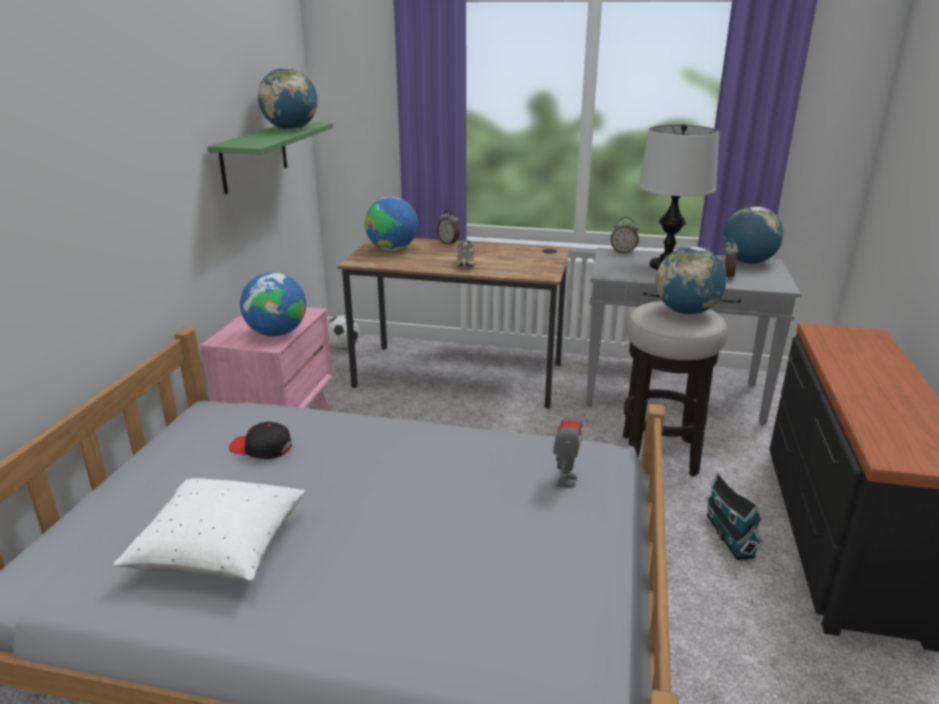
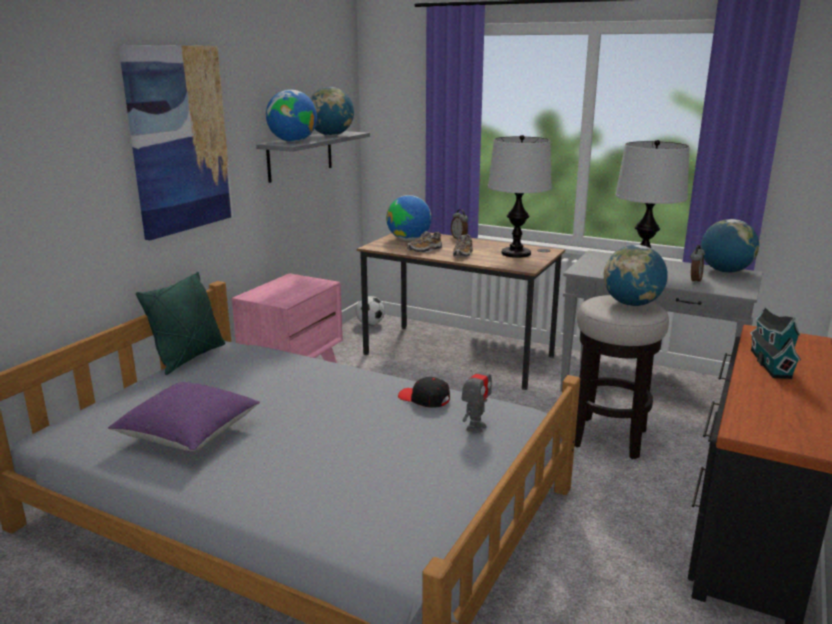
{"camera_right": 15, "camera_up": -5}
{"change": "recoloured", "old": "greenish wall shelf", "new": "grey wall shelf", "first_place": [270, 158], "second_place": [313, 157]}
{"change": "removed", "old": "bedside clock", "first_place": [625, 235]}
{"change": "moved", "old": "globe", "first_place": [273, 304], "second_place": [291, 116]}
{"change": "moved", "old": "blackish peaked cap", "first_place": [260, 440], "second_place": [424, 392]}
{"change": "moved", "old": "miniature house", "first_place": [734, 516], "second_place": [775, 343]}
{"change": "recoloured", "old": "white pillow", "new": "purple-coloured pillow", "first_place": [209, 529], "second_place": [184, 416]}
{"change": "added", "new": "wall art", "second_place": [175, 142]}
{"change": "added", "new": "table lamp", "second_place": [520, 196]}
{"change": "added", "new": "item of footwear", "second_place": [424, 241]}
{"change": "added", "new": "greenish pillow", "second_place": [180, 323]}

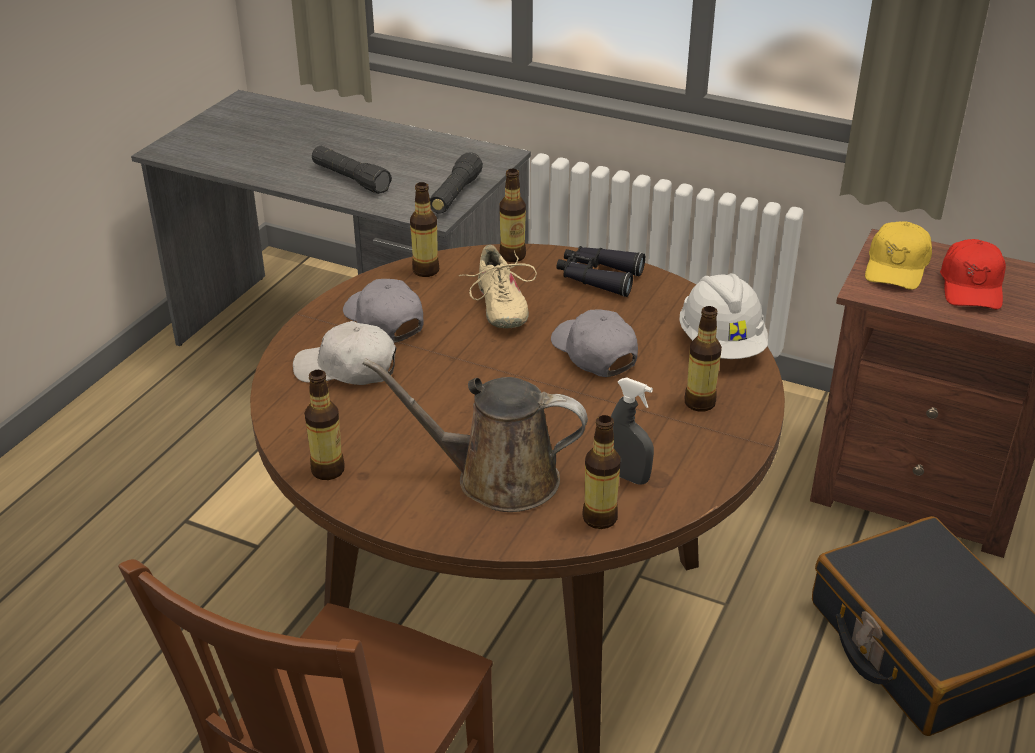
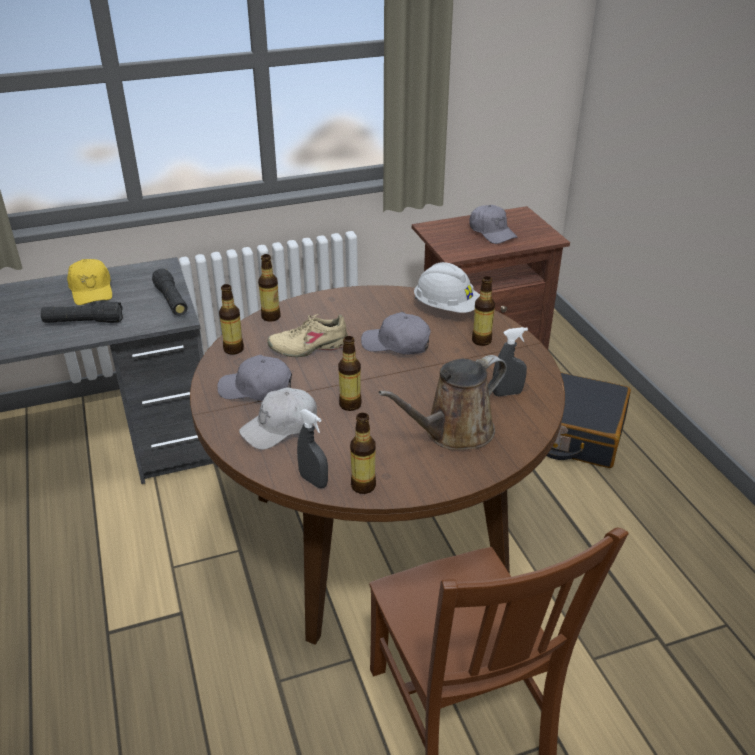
{"camera_right": -45, "camera_up": 0}
{"change": "moved", "old": "yellowish peaked cap", "first_place": [898, 255], "second_place": [89, 282]}
{"change": "recoloured", "old": "red-coloured peaked cap", "new": "grey peaked cap", "first_place": [973, 274], "second_place": [493, 224]}
{"change": "turned", "old": "beige item of footwear", "first_place": [498, 286], "second_place": [307, 335], "degrees": 135}
{"change": "removed", "old": "blackish pair of binoculars", "first_place": [601, 271]}
{"change": "moved", "old": "bottle", "first_place": [601, 472], "second_place": [350, 373]}
{"change": "added", "new": "grey spray bottle", "second_place": [312, 448]}

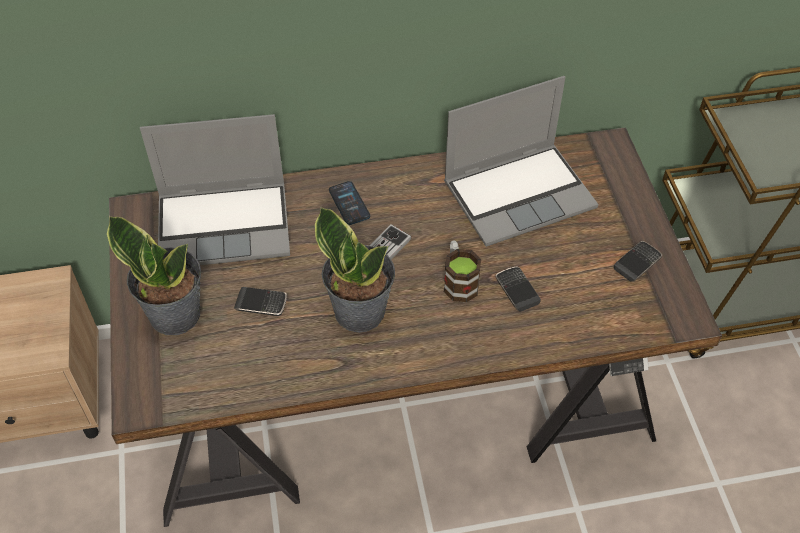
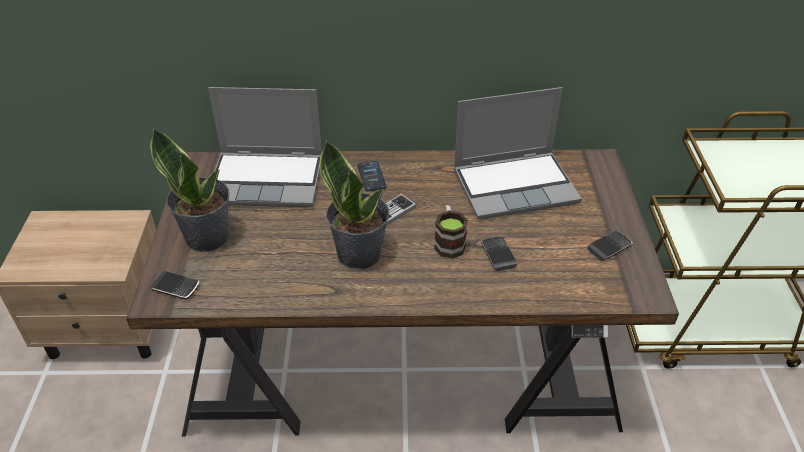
{"camera_right": 10, "camera_up": -10}
{"change": "moved", "old": "phone", "first_place": [260, 301], "second_place": [175, 285]}

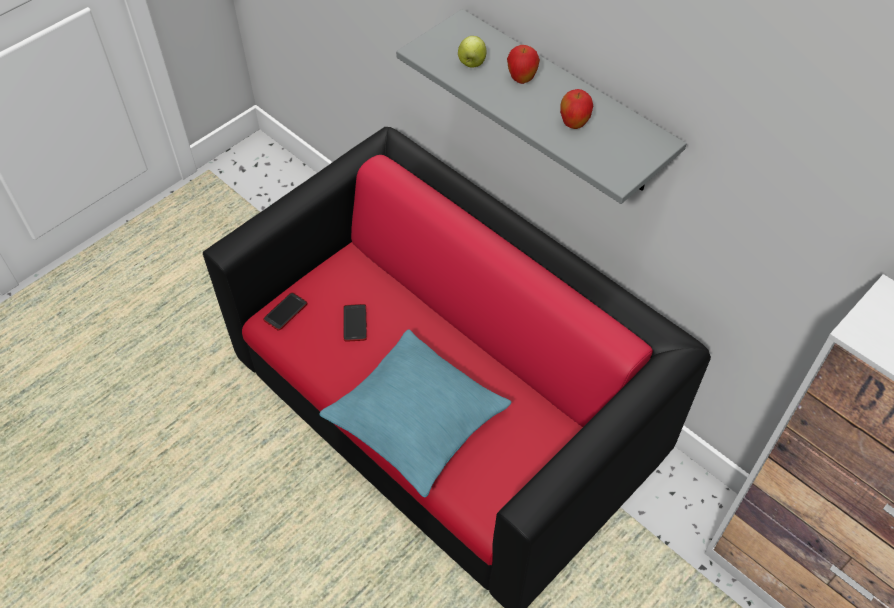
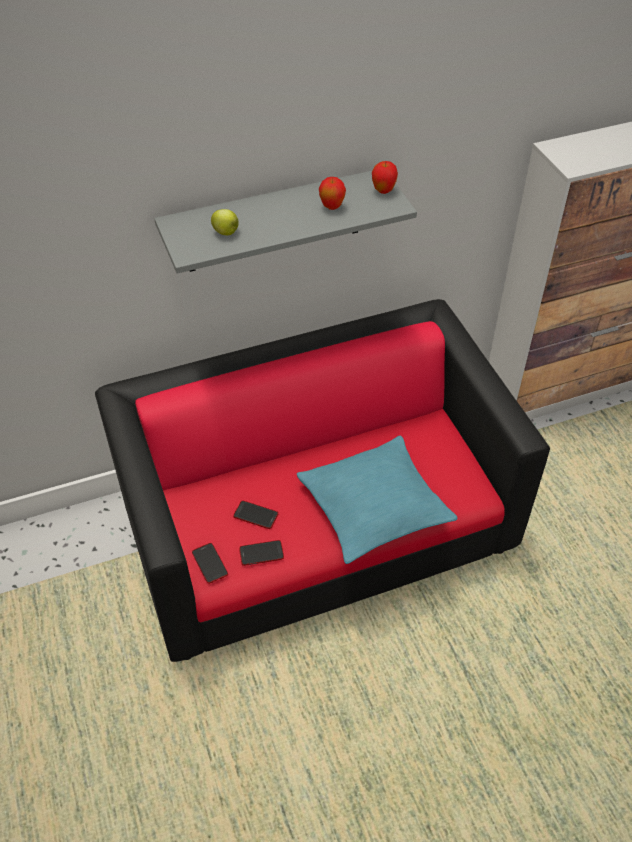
{"camera_right": -65, "camera_up": -5}
{"change": "moved", "old": "apple", "first_place": [523, 64], "second_place": [385, 177]}
{"change": "added", "new": "phone", "second_place": [261, 553]}

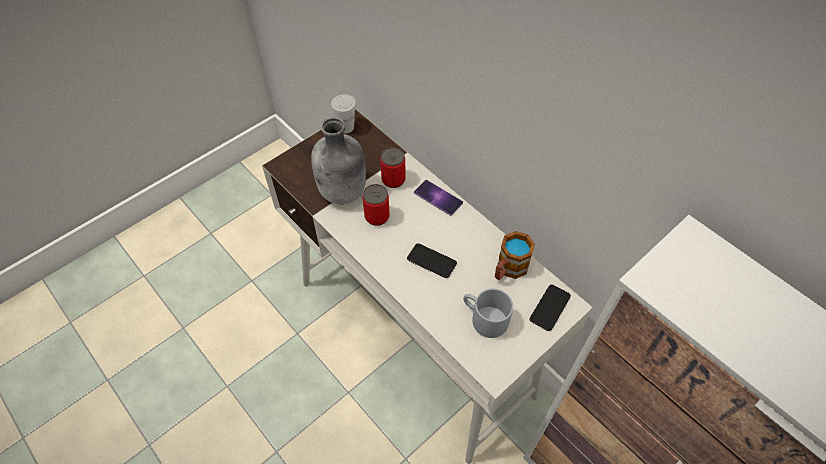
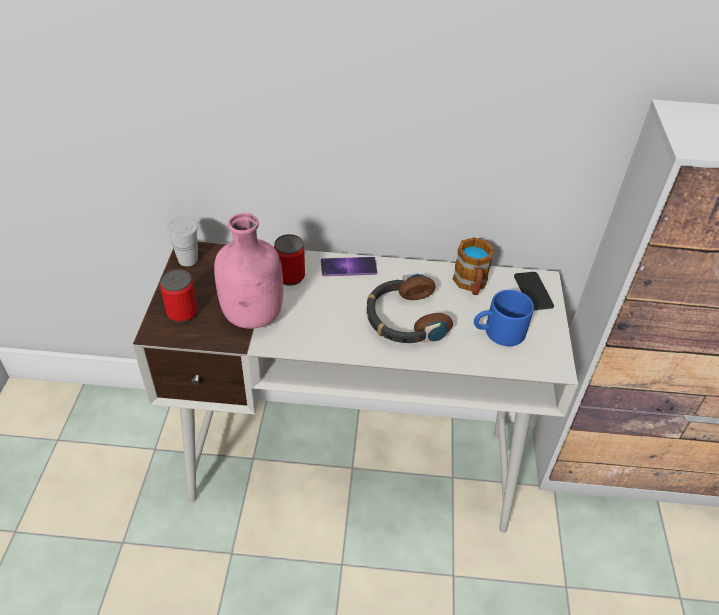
{"camera_right": -45, "camera_up": -10}
{"change": "recoloured", "old": "grey bottle", "new": "pink bottle", "first_place": [338, 160], "second_place": [248, 271]}
{"change": "moved", "old": "metal can", "first_place": [376, 205], "second_place": [179, 296]}
{"change": "replaced", "old": "phone", "new": "pair of headphones", "first_place": [432, 261], "second_place": [410, 308]}
{"change": "recoloured", "old": "grey tea mug", "new": "blue-coloured tea mug", "first_place": [488, 313], "second_place": [504, 318]}

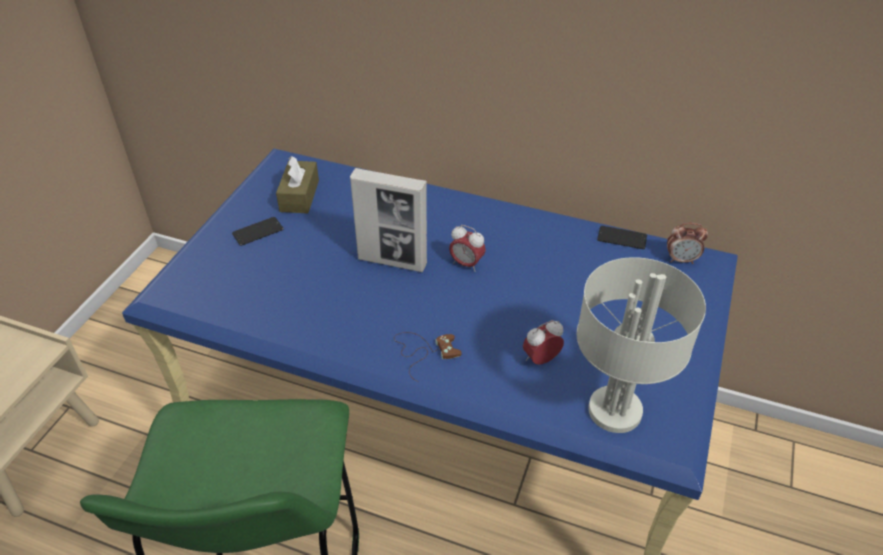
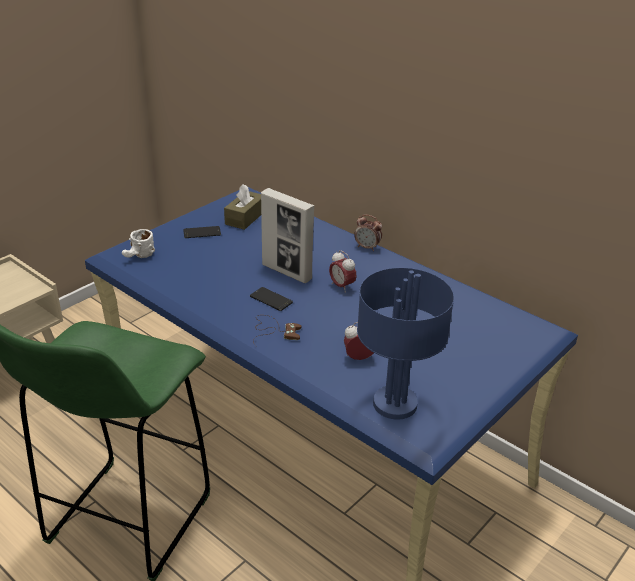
{"camera_right": 20, "camera_up": -10}
{"change": "moved", "old": "bedside clock", "first_place": [687, 243], "second_place": [368, 233]}
{"change": "moved", "old": "phone", "first_place": [622, 237], "second_place": [271, 299]}
{"change": "recoloured", "old": "grey table lamp", "new": "blue-coloured table lamp", "first_place": [641, 345], "second_place": [405, 344]}
{"change": "added", "new": "white tea mug", "second_place": [138, 243]}

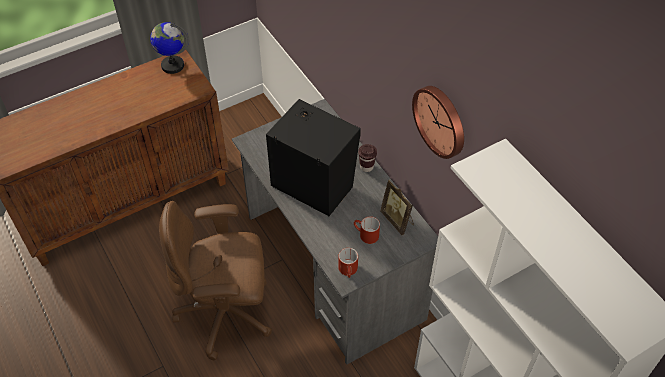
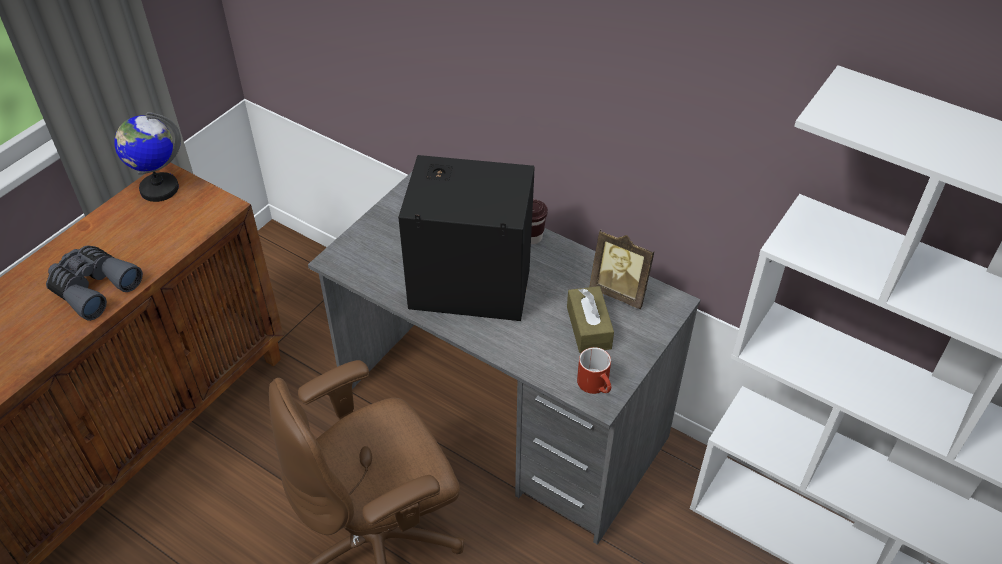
{"camera_right": -25, "camera_up": -5}
{"change": "removed", "old": "wall clock", "first_place": [438, 122]}
{"change": "replaced", "old": "red-coloured tea mug", "new": "brownish box of tissues", "first_place": [367, 230], "second_place": [590, 319]}
{"change": "added", "new": "grey pair of binoculars", "second_place": [94, 283]}

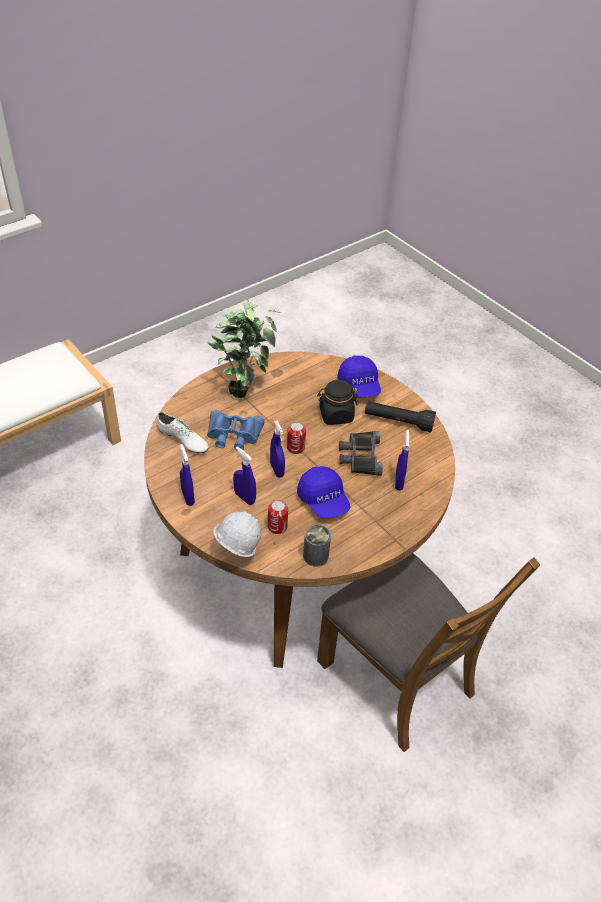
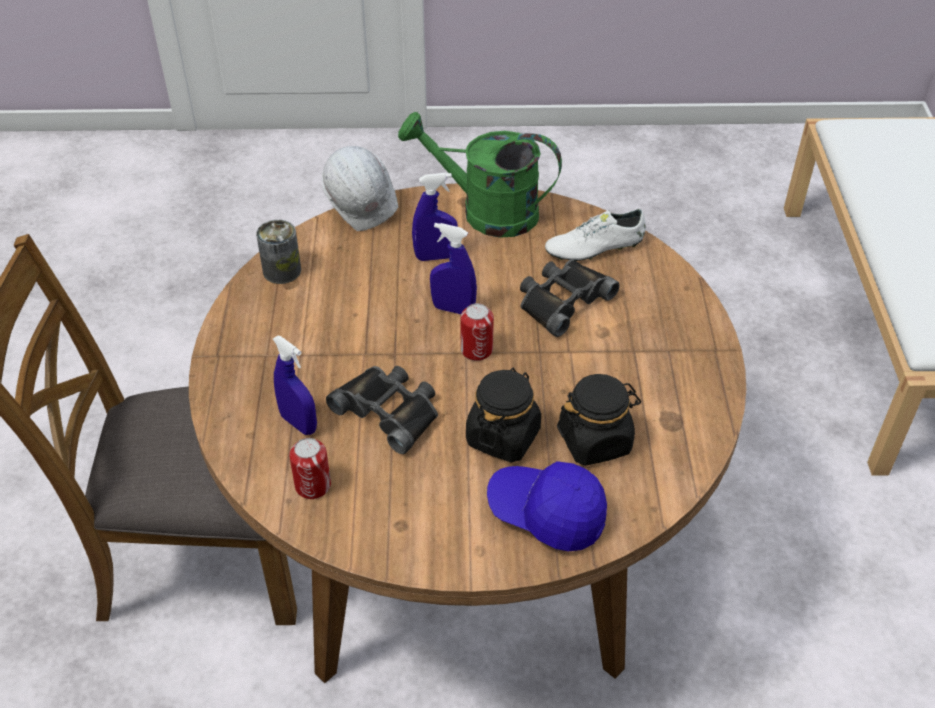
{"camera_right": 130, "camera_up": 0}
{"change": "removed", "old": "plant in a pot", "first_place": [243, 348]}
{"change": "removed", "old": "blackish flashlight", "first_place": [400, 416]}
{"change": "recoloured", "old": "blue-coloured pair of binoculars", "new": "blackish pair of binoculars", "first_place": [236, 430], "second_place": [570, 298]}
{"change": "replaced", "old": "blue-coloured spray bottle", "new": "greenish watering can", "first_place": [187, 475], "second_place": [480, 175]}
{"change": "removed", "old": "blue-coloured peaked cap", "first_place": [324, 492]}
{"change": "moved", "old": "metal can", "first_place": [278, 517], "second_place": [310, 468]}
{"change": "added", "new": "blackish preserve jar", "second_place": [599, 420]}

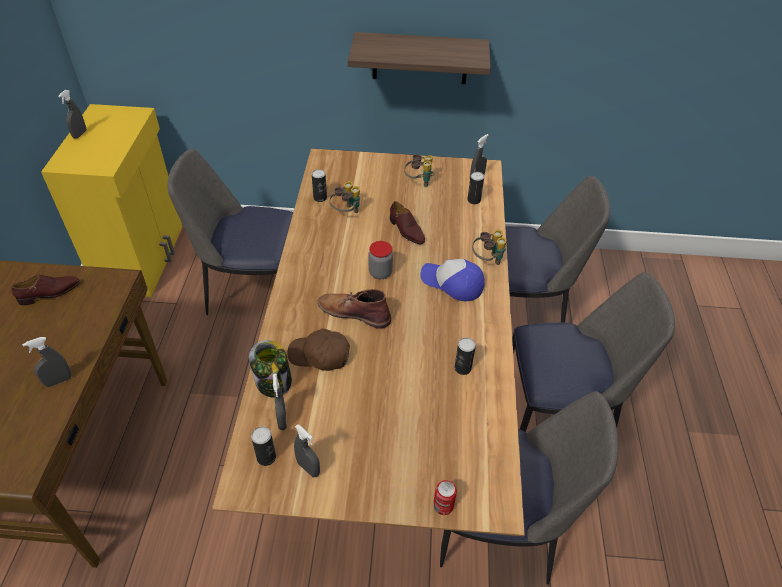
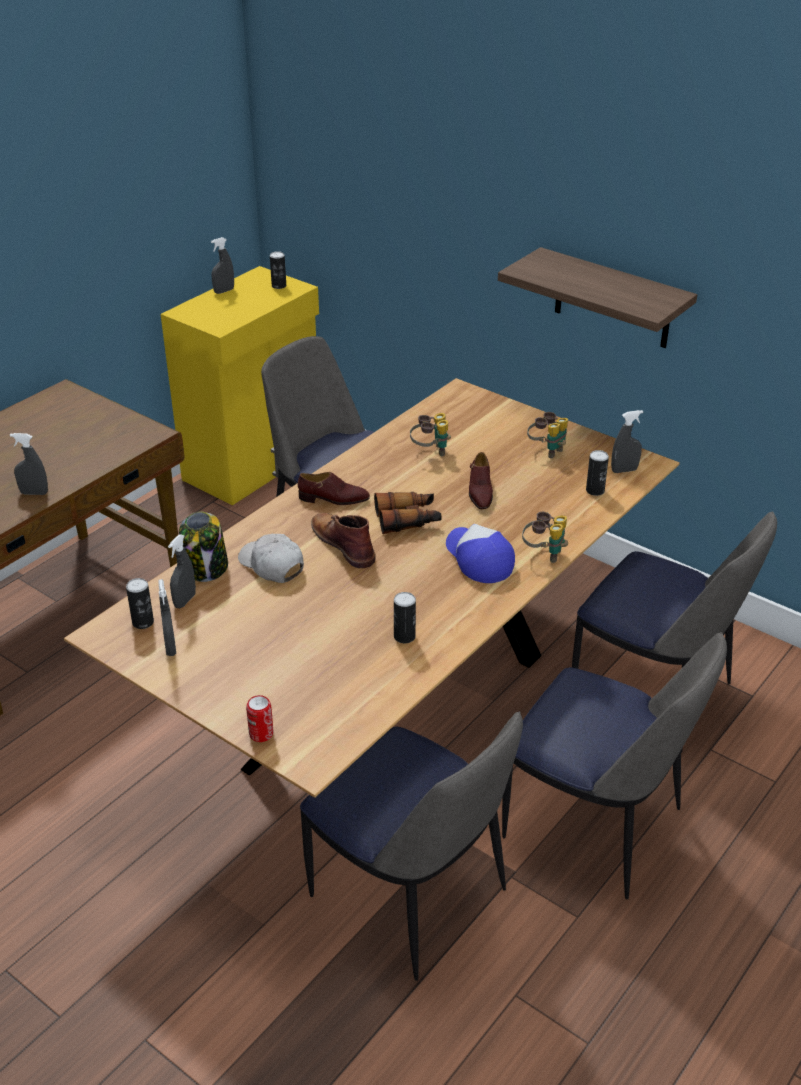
{"camera_right": 35, "camera_up": -10}
{"change": "moved", "old": "metal can", "first_place": [319, 185], "second_place": [278, 270]}
{"change": "replaced", "old": "preserve jar", "new": "pair of binoculars", "first_place": [381, 260], "second_place": [407, 513]}
{"change": "moved", "old": "brownish item of footwear", "first_place": [45, 290], "second_place": [334, 488]}
{"change": "recoloured", "old": "brownish peaked cap", "new": "white peaked cap", "first_place": [319, 350], "second_place": [271, 558]}

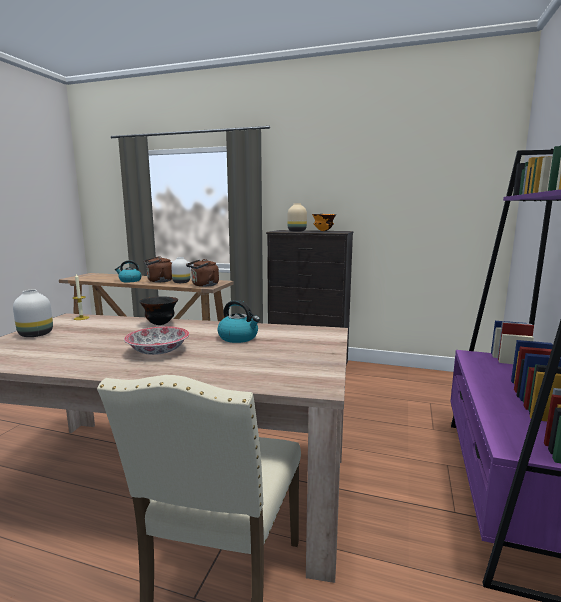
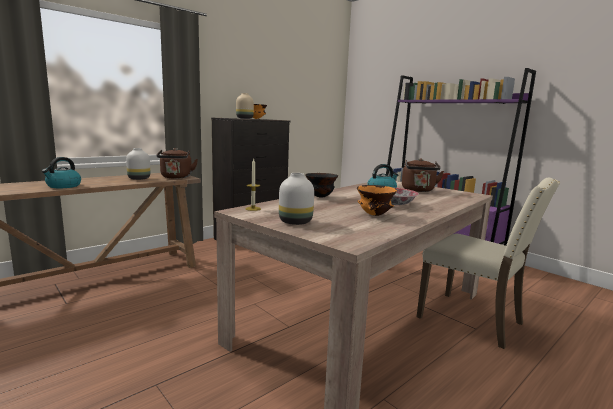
{"camera_right": -60, "camera_up": 0}
{"change": "moved", "old": "brownish water kettle", "first_place": [157, 269], "second_place": [423, 175]}
{"change": "added", "new": "orange deep dish", "second_place": [377, 200]}

